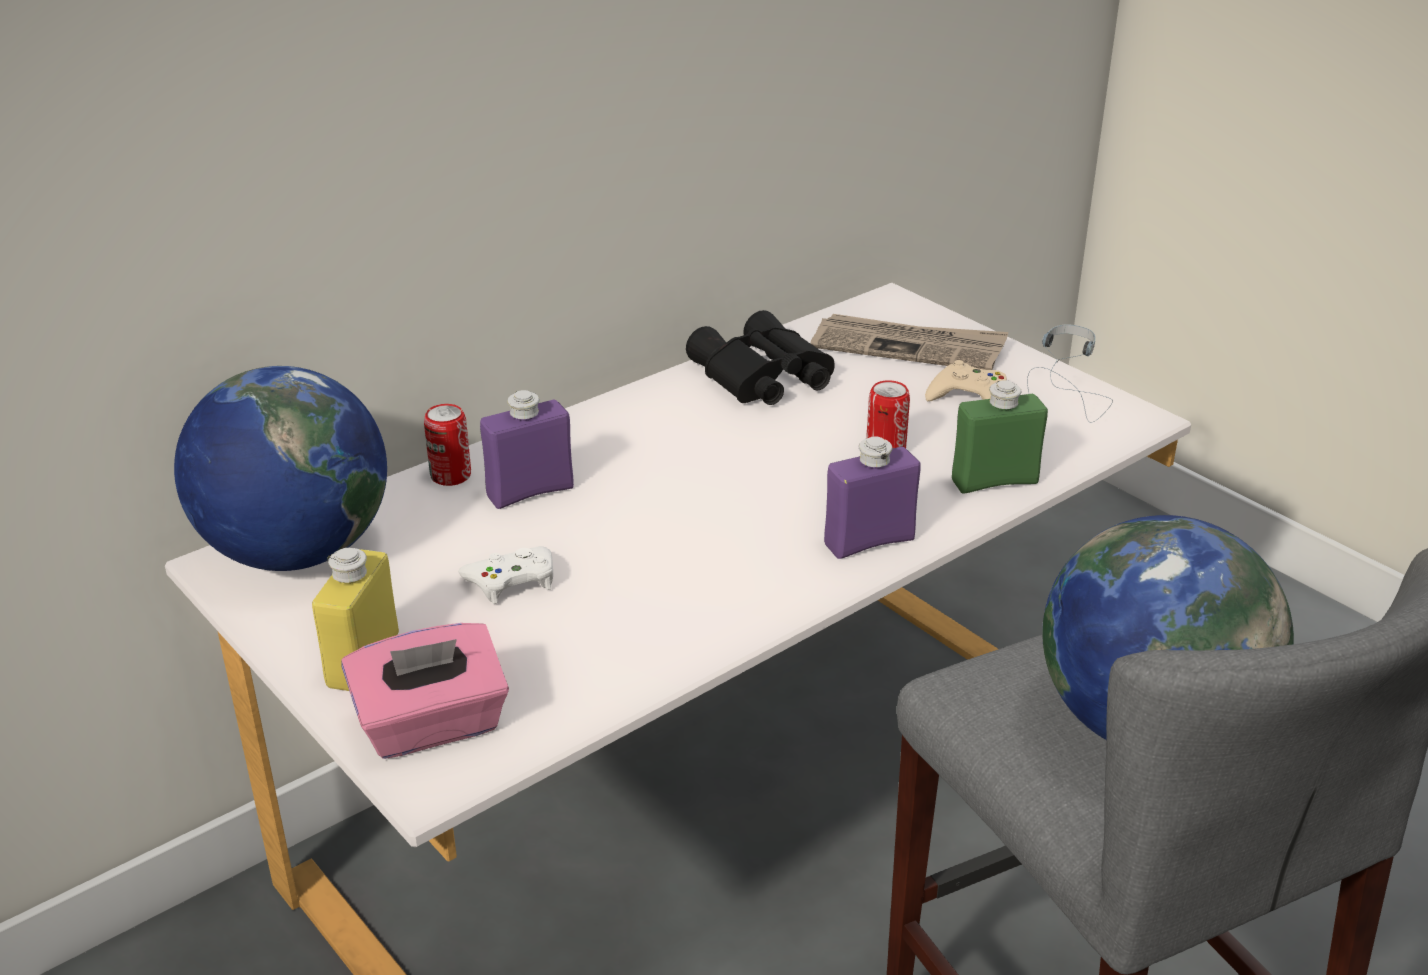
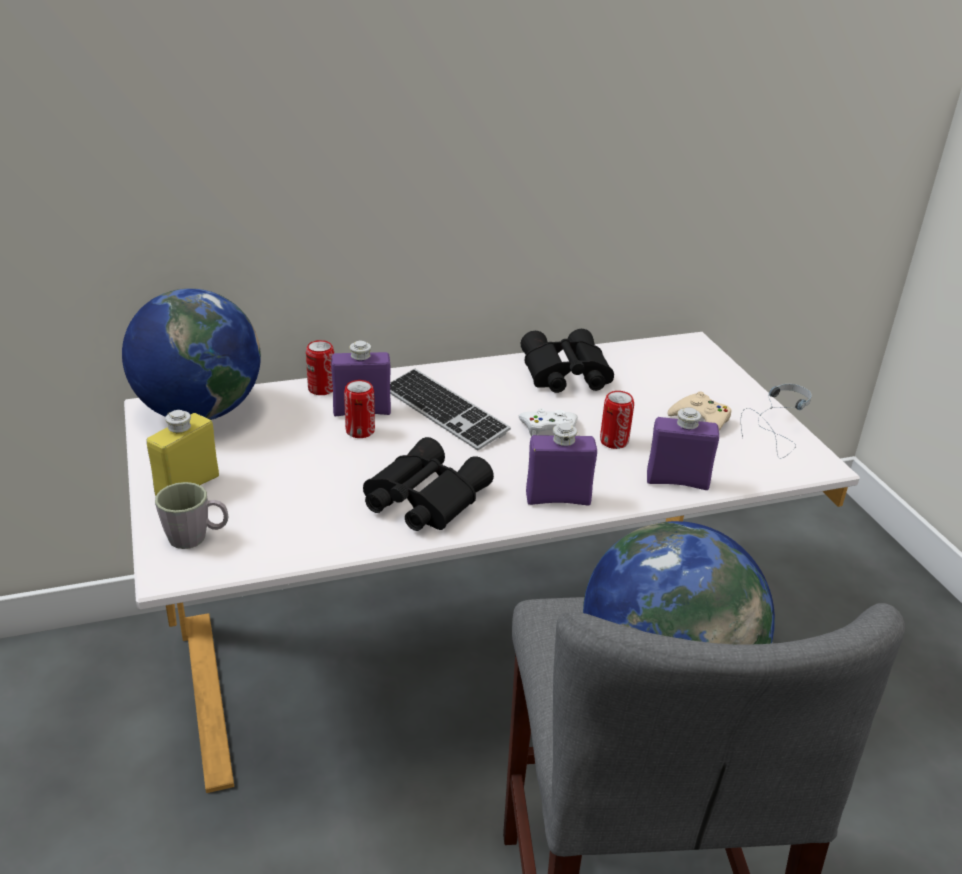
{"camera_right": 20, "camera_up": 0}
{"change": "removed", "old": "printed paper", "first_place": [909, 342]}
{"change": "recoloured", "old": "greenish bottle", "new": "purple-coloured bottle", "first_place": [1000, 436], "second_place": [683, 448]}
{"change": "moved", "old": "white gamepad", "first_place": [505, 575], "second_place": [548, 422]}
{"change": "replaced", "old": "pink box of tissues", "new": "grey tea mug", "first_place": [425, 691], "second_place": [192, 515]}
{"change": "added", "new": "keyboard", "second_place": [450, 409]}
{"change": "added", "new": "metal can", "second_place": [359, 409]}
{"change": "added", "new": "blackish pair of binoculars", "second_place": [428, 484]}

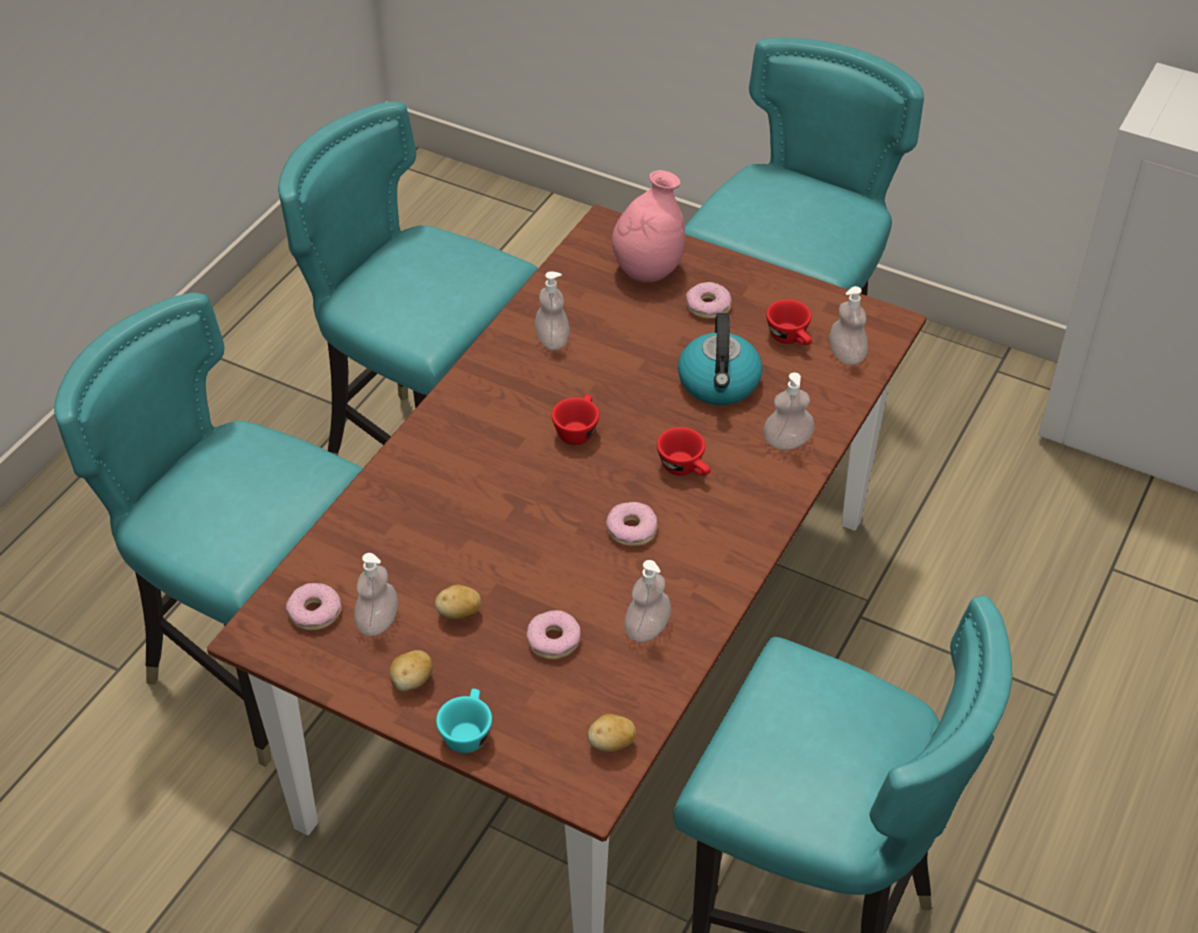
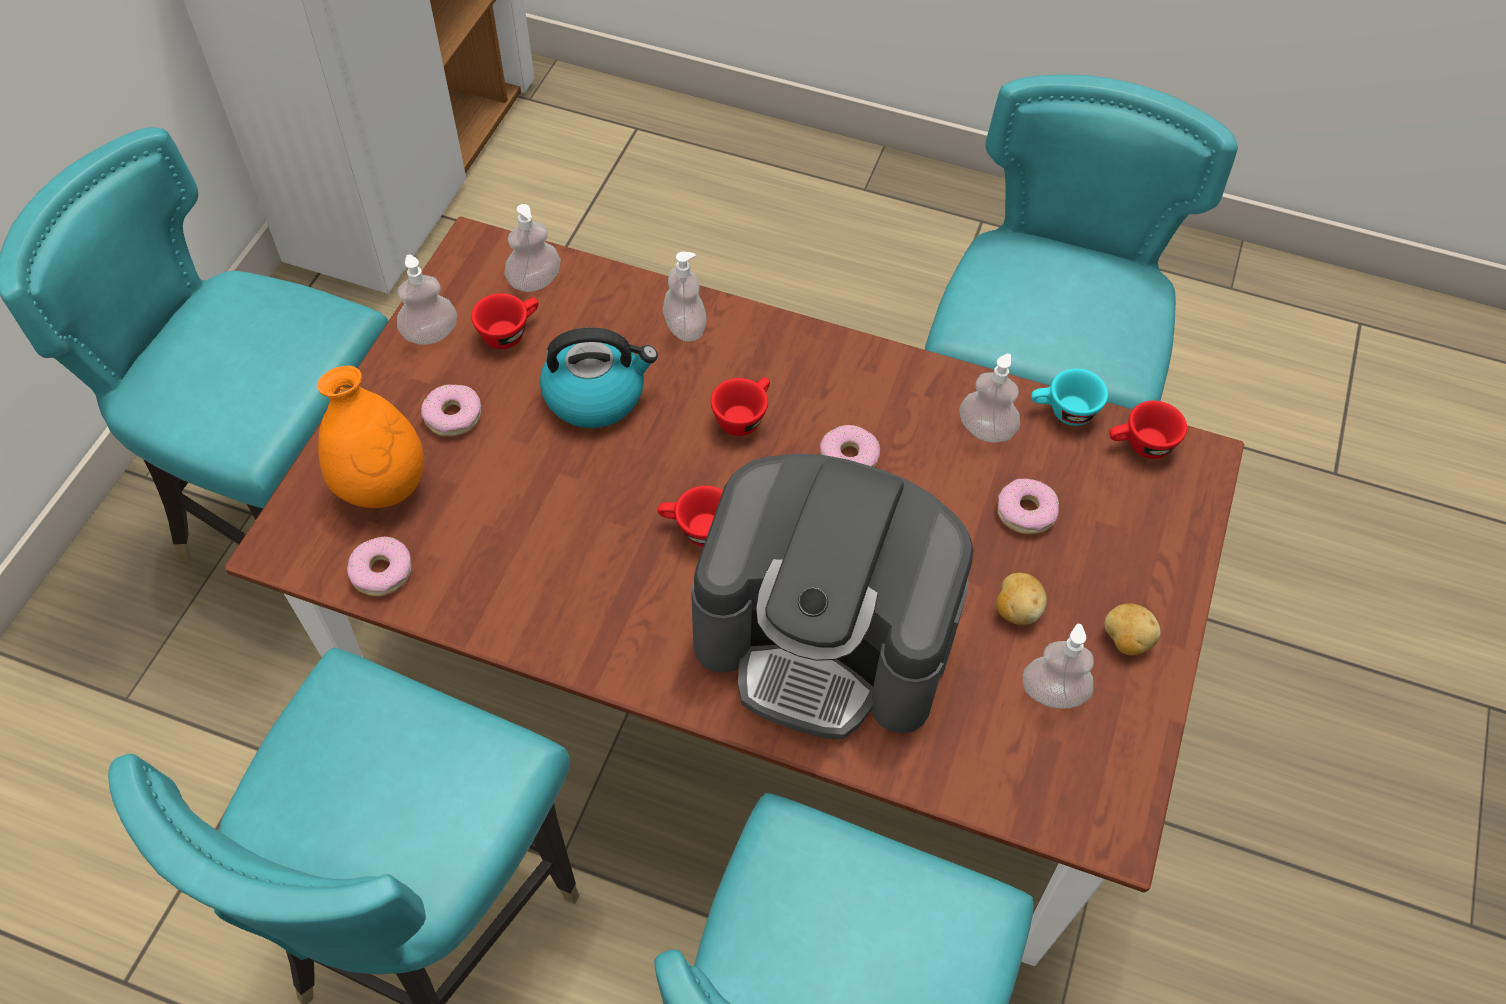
{"camera_right": -100, "camera_up": 10}
{"change": "recoloured", "old": "pink flower vase", "new": "orange flower vase", "first_place": [648, 226], "second_place": [370, 436]}
{"change": "moved", "old": "soap dispenser", "first_place": [552, 310], "second_place": [427, 299]}
{"change": "moved", "old": "ring doughnut", "first_place": [314, 607], "second_place": [379, 567]}
{"change": "moved", "old": "blue-green small cup", "first_place": [464, 721], "second_place": [1069, 397]}
{"change": "replaced", "old": "spud", "new": "red-coloured small cup", "first_place": [611, 733], "second_place": [1148, 430]}
{"change": "added", "new": "coffee machine", "second_place": [832, 596]}

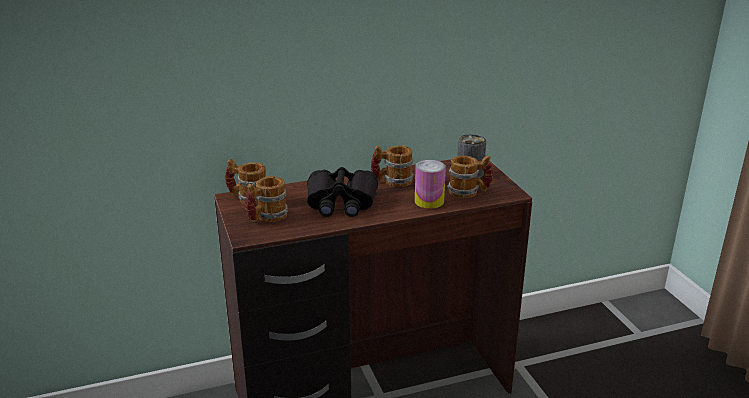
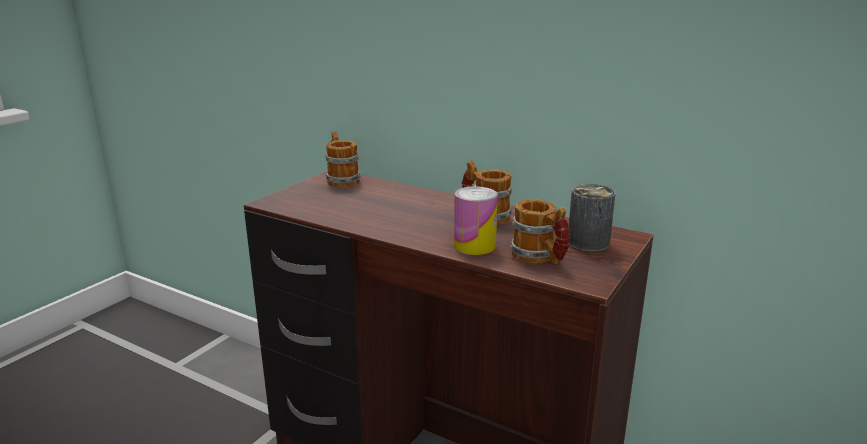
{"camera_right": 50, "camera_up": -5}
{"change": "removed", "old": "blackish pair of binoculars", "first_place": [342, 192]}
{"change": "removed", "old": "tea mug", "first_place": [266, 199]}

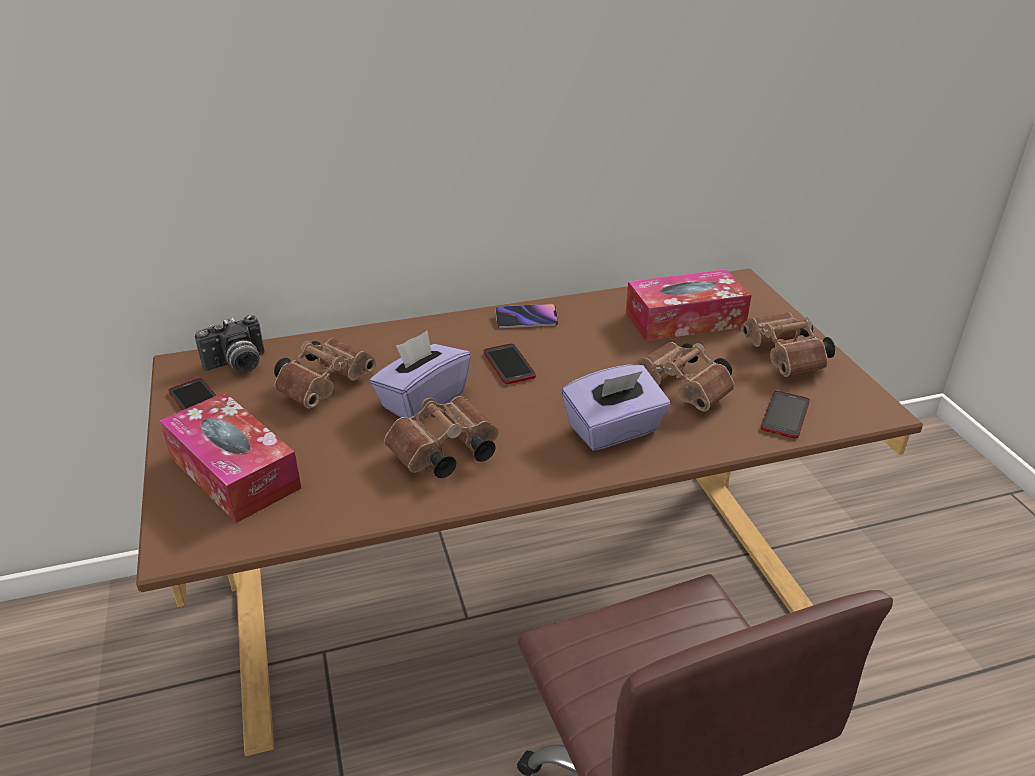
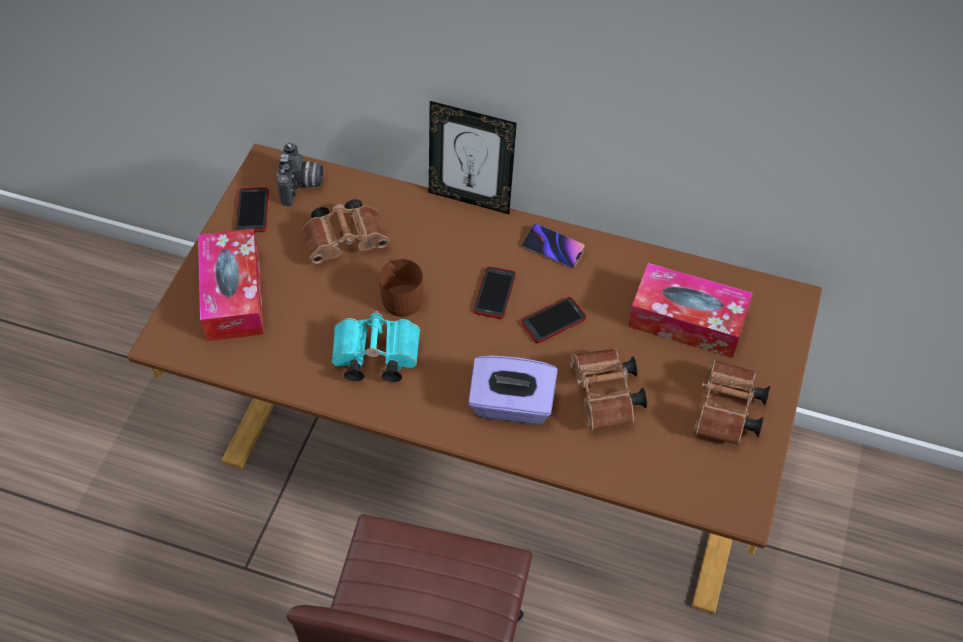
{"camera_right": 35, "camera_up": 20}
{"change": "turned", "old": "still camera", "first_place": [230, 344], "second_place": [299, 174], "degrees": -90}
{"change": "replaced", "old": "purple-coloured box of tissues", "new": "brownish tea mug", "first_place": [420, 375], "second_place": [401, 287]}
{"change": "moved", "old": "phone", "first_place": [785, 415], "second_place": [553, 320]}
{"change": "recoloured", "old": "brownish pair of binoculars", "new": "blue-green pair of binoculars", "first_place": [441, 437], "second_place": [376, 346]}
{"change": "added", "new": "picture frame", "second_place": [473, 157]}

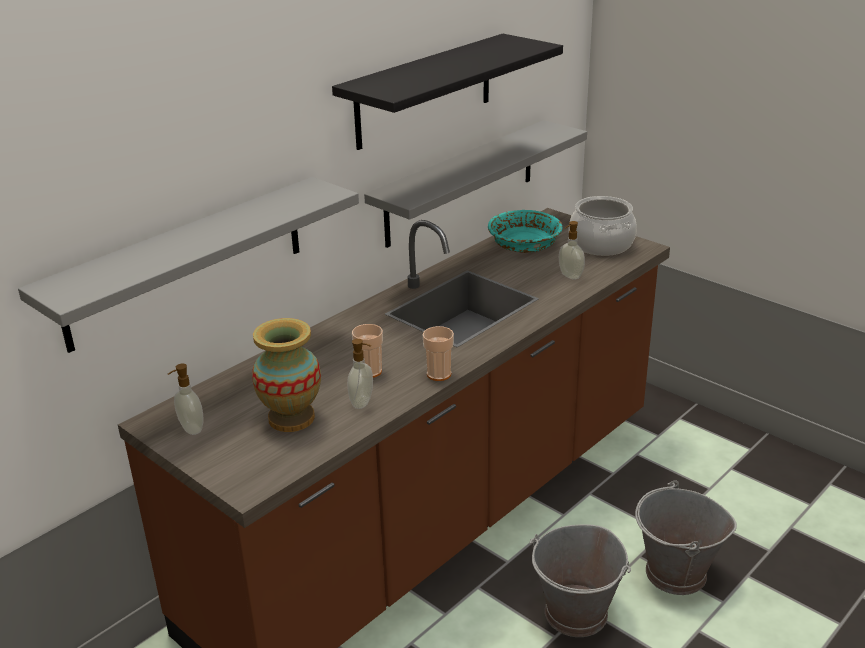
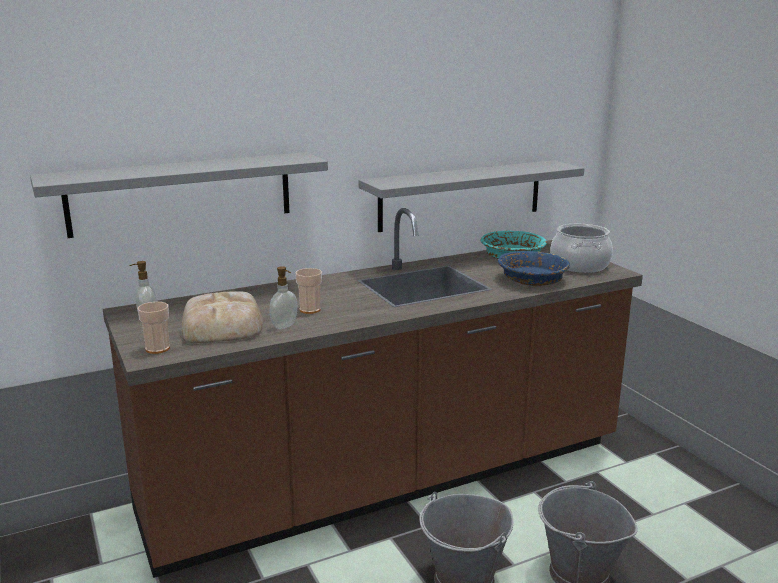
{"camera_right": 20, "camera_up": -10}
{"change": "removed", "old": "blackish wall shelf", "first_place": [447, 92]}
{"change": "replaced", "old": "soap dispenser", "new": "blue-coloured deep dish", "first_place": [572, 250], "second_place": [534, 268]}
{"change": "replaced", "old": "flower vase", "new": "bread", "first_place": [286, 375], "second_place": [222, 317]}
{"change": "moved", "old": "small cup", "first_place": [438, 353], "second_place": [153, 328]}

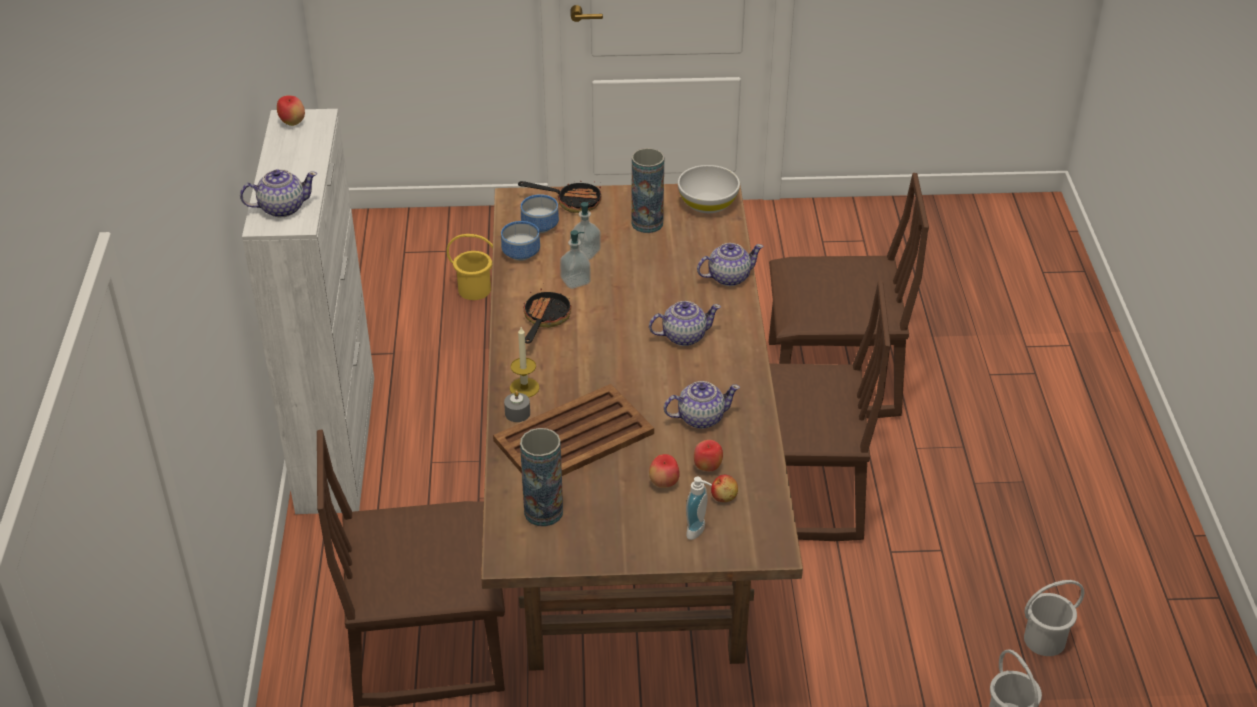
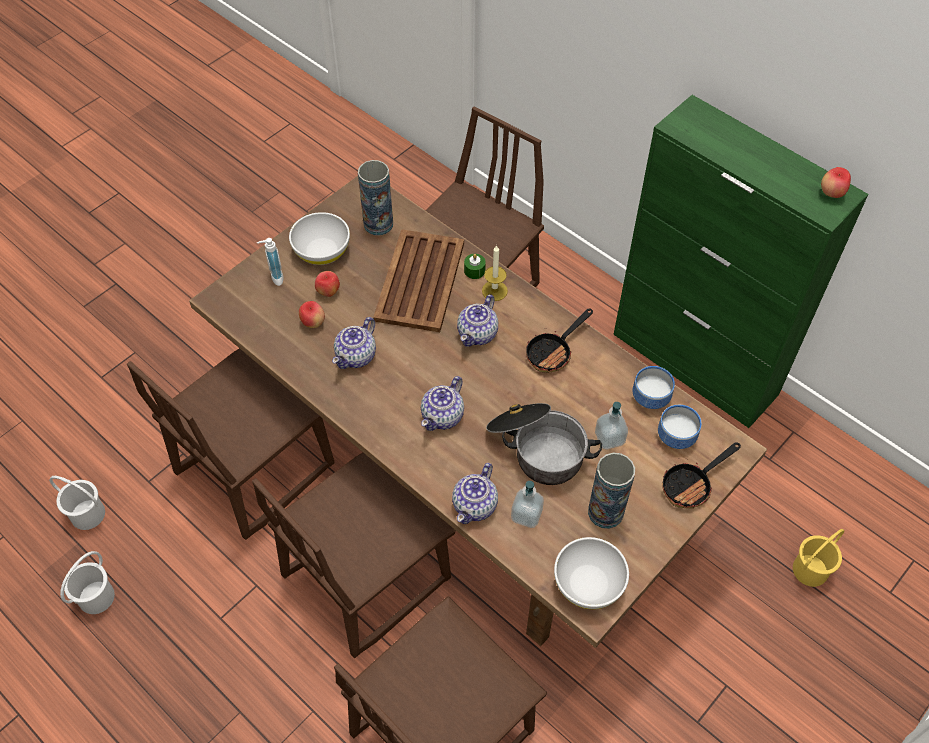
{"camera_right": 135, "camera_up": 15}
{"change": "recoloured", "old": "white cabinet", "new": "greenish cabinet", "first_place": [308, 311], "second_place": [741, 261]}
{"change": "moved", "old": "teapot", "first_place": [278, 193], "second_place": [477, 320]}
{"change": "moved", "old": "soap dispenser", "first_place": [575, 259], "second_place": [527, 504]}
{"change": "turned", "old": "frying pan", "first_place": [548, 315], "second_place": [559, 340], "degrees": 75}
{"change": "recoloured", "old": "grey wax candle", "new": "greenish wax candle", "first_place": [517, 406], "second_place": [475, 266]}
{"change": "removed", "old": "apple", "first_place": [724, 488]}
{"change": "added", "new": "white deep dish", "second_place": [319, 238]}
{"change": "added", "new": "brownish upright chair", "second_place": [231, 444]}
{"change": "added", "new": "stockpot", "second_place": [544, 444]}

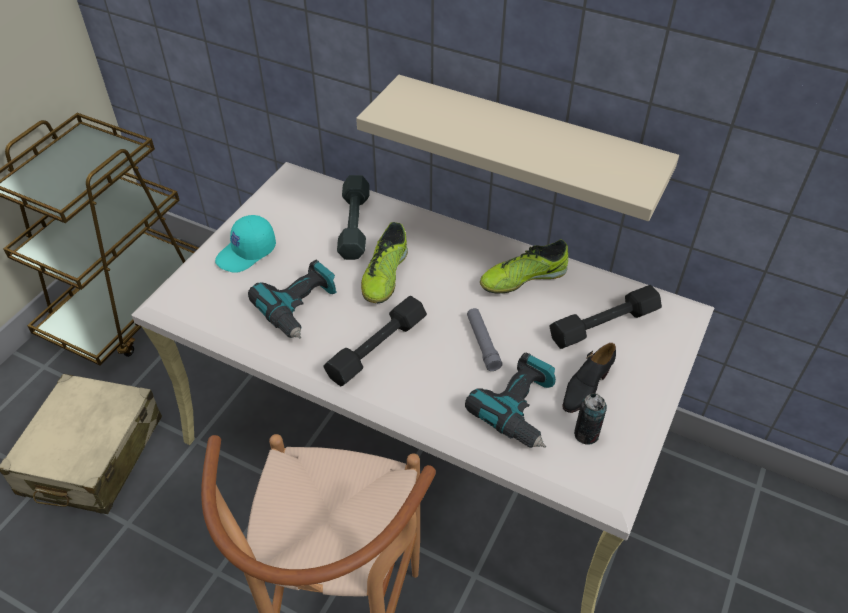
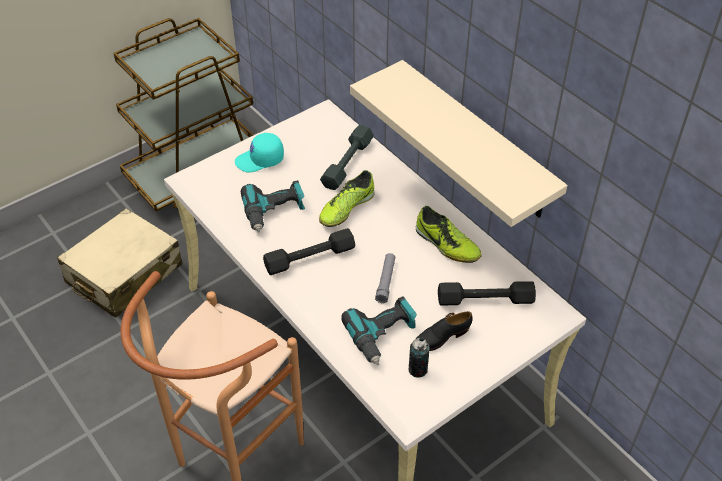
{"camera_right": 25, "camera_up": 0}
{"change": "turned", "old": "item of footwear", "first_place": [524, 266], "second_place": [449, 234], "degrees": -135}

